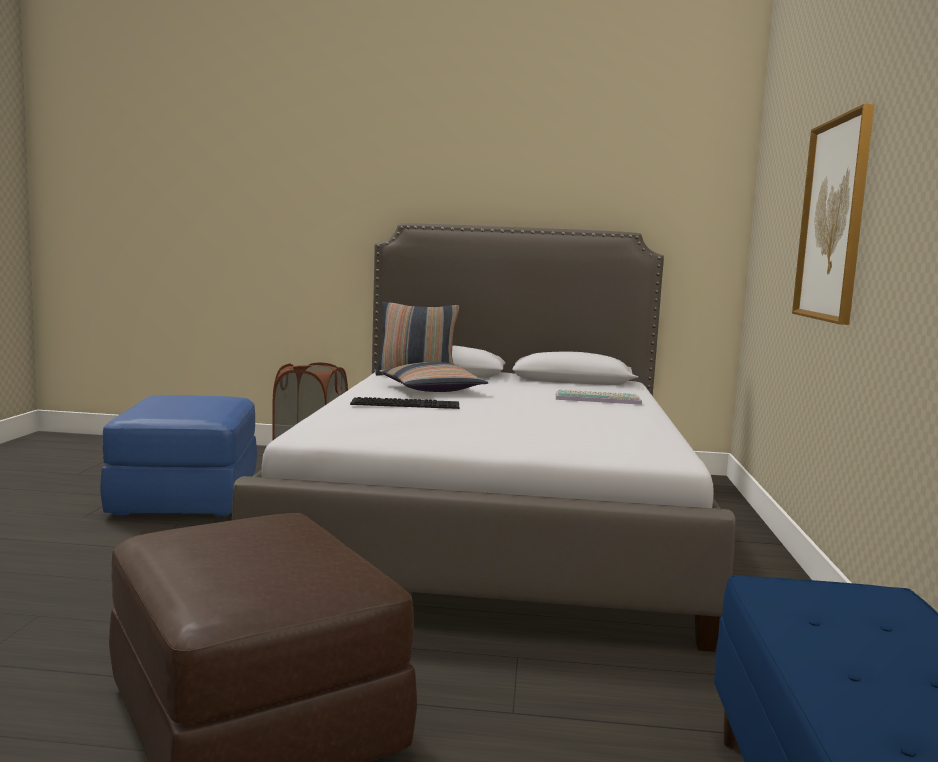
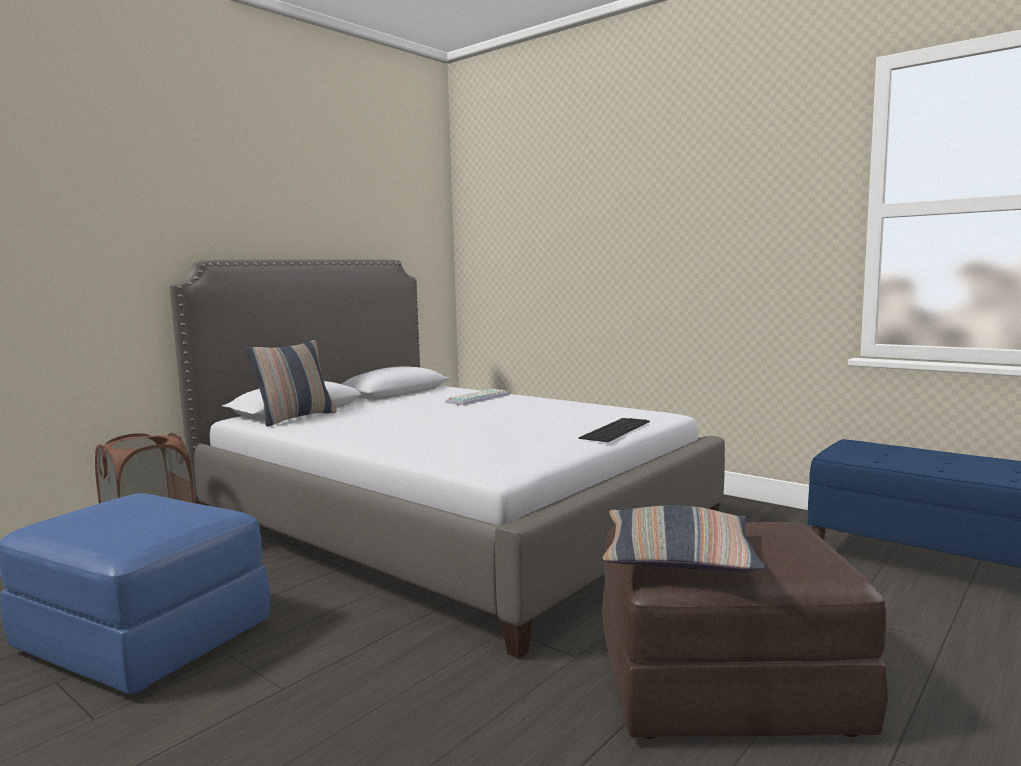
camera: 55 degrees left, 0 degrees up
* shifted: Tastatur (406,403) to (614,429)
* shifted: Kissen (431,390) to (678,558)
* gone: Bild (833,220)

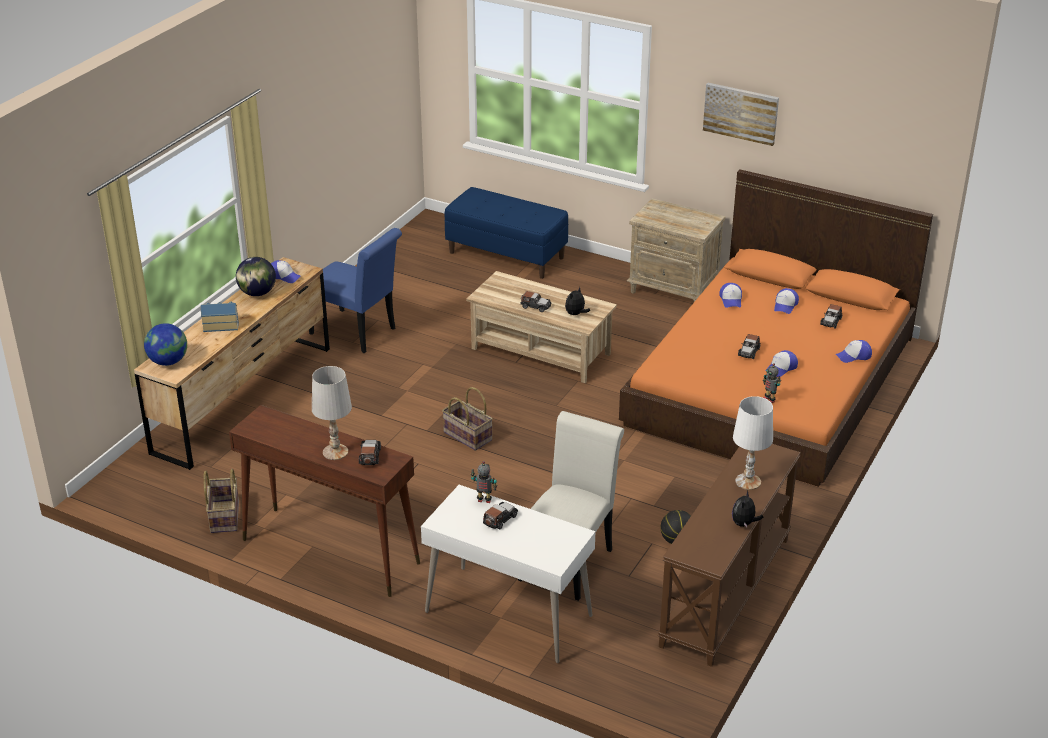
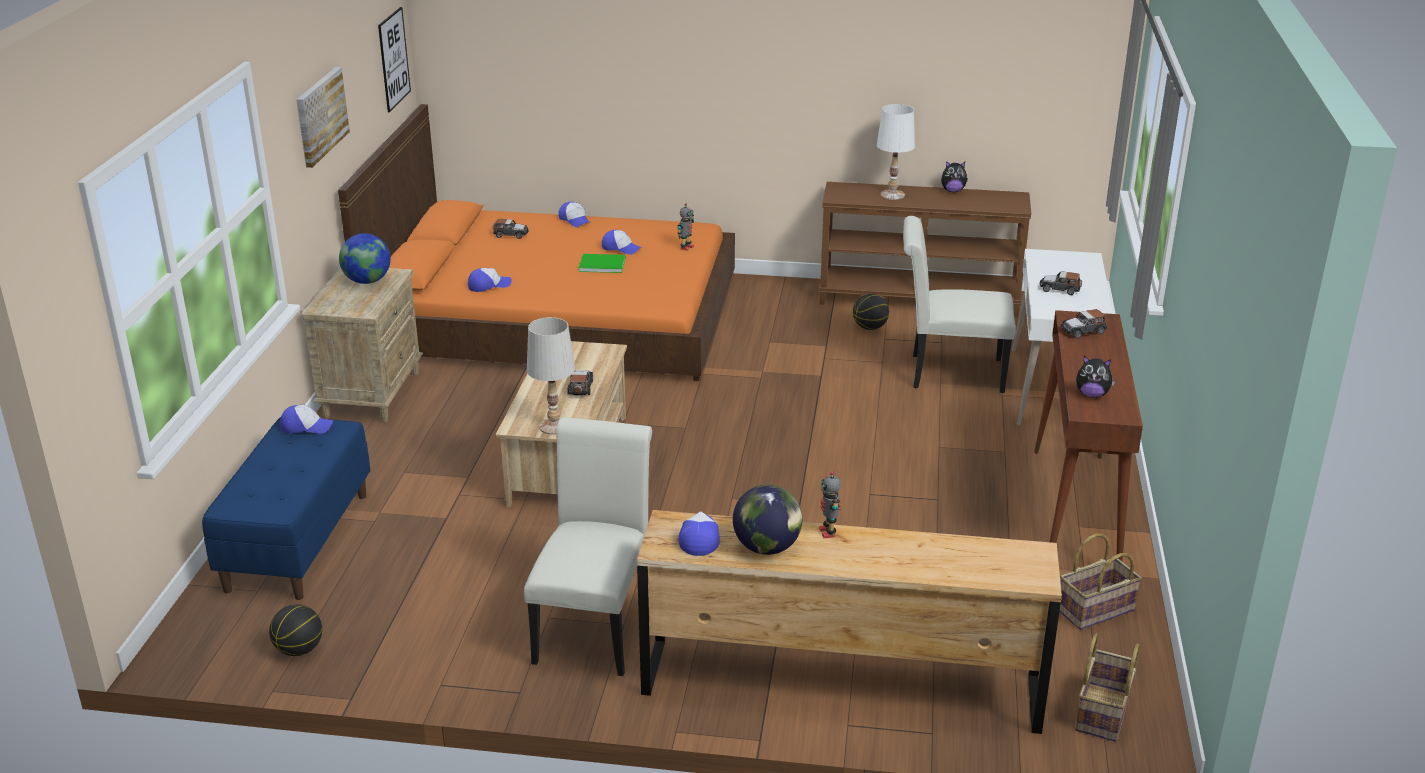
camera: 110 degrees left, 5 degrees down
* new: Basketball (299,650)
* shifted: Kappe (785,305) to (306,426)
* shifted: Globus (168,362) to (367,281)
* new: Bild (394,59)
* repainted: Stuhl/blau (357,333) to Stuhl/weiß (595,626)
* shifted: Tischlampe/weiß (335,452) to (554,426)
* swapped: Spielzeugauto (749,352) to Buch/grün (601,264)
* shifted: Spielzeugroboter (484,500) to (828,532)
* shifted: Korb (467,436) to (1104,713)
* shifted: Plüschtier (576,314) to (1092,395)
* gone: Spielzeughaus (220,325)

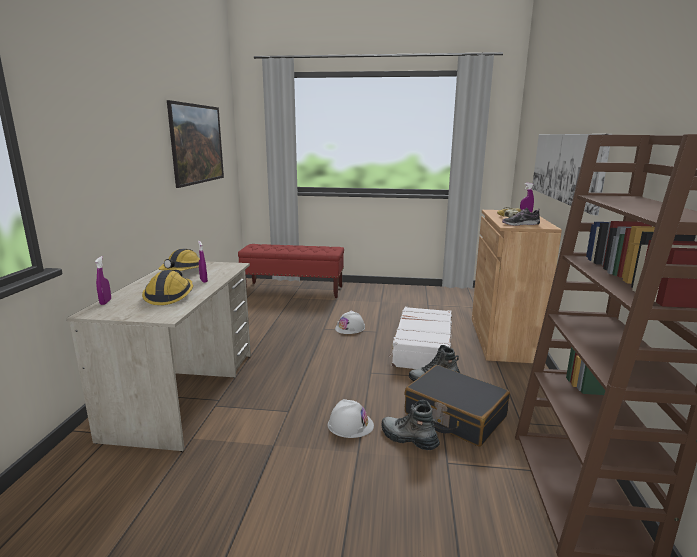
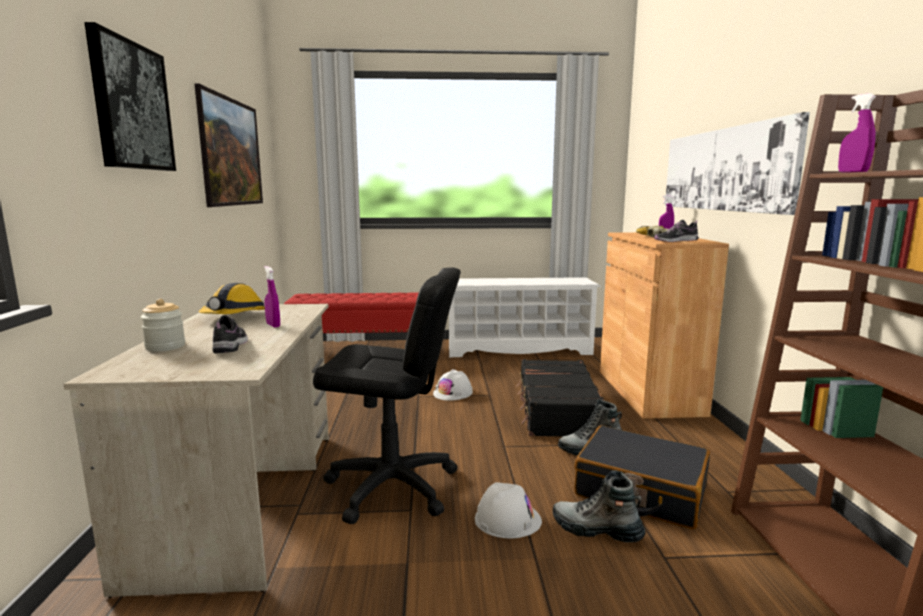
camera: 10 degrees left, 5 degrees down
* new: Bild (131,106)
* new: Vorratsglas (165,347)
* swapped: Schutzhelm (170,296) to Schuh (230,345)
* new: Bürostuhl/schwarz (392,487)
* new: Schuhregal/weiß (518,349)
* repainted: Koffer/weiß (422,348) to Koffer/schwarz (556,410)
* shifted: Sprühflasche/lila (105,302) to (852,172)

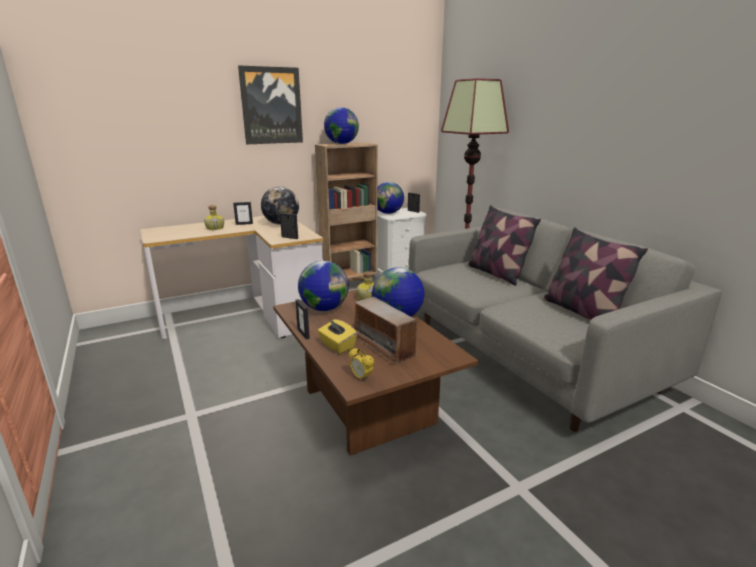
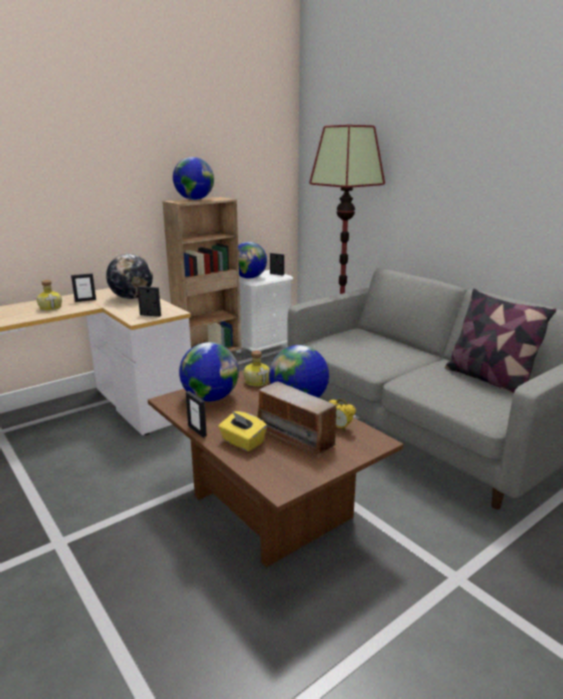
camera: 10 degrees left, 0 degrees up
* shifted: Wecker (361,378) to (340,428)
* gone: Bild (271,106)
* gone: Kissen (496,273)

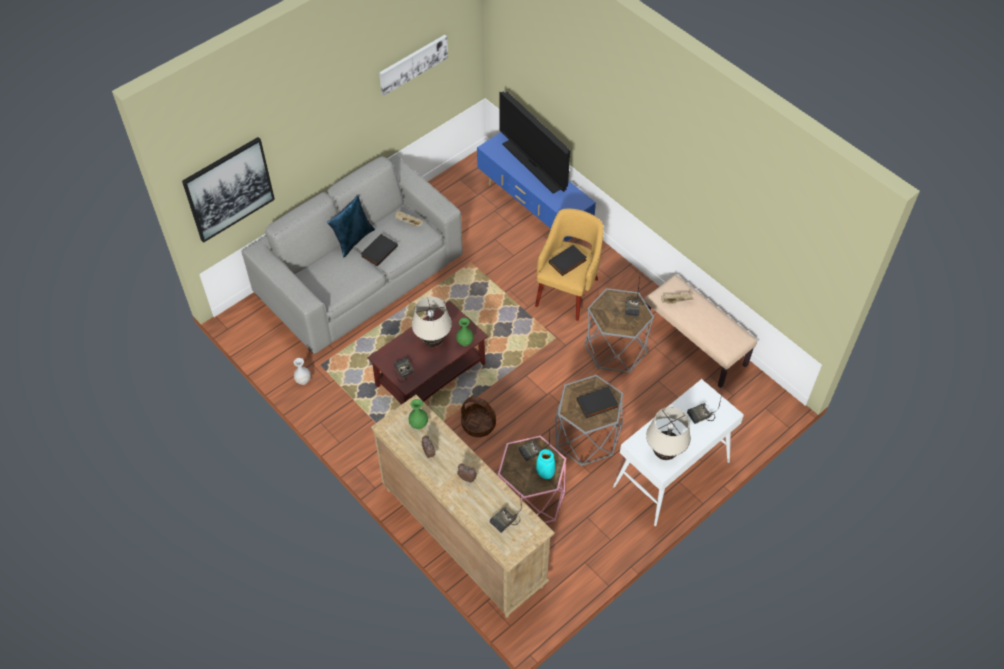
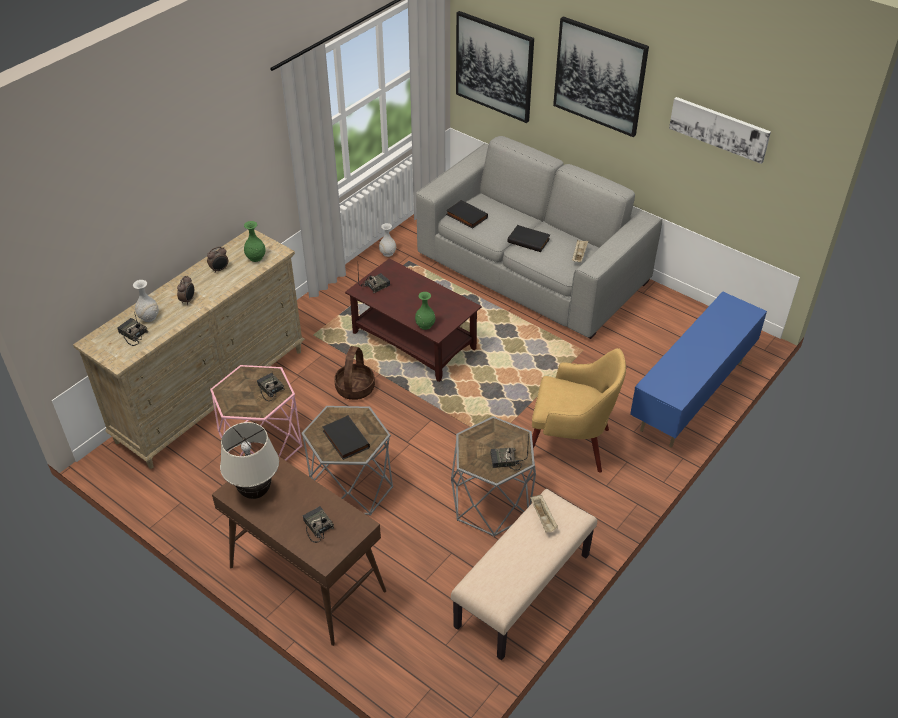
camera: 80 degrees right, 10 degrees down
* new: Vase/weiß (149,317)
* repainted: Konsolentisch/weiß (671,474) to Konsolentisch/braun (306,579)
* shifted: Buch/schwarz (568,262) to (466,216)
* new: Bild (599,76)
* gone: Kissen/blau (353,240)
* gone: Tischlampe/beige (433,342)
* gone: Fernseher (533,165)
* gone: Vase/türkis (545,473)

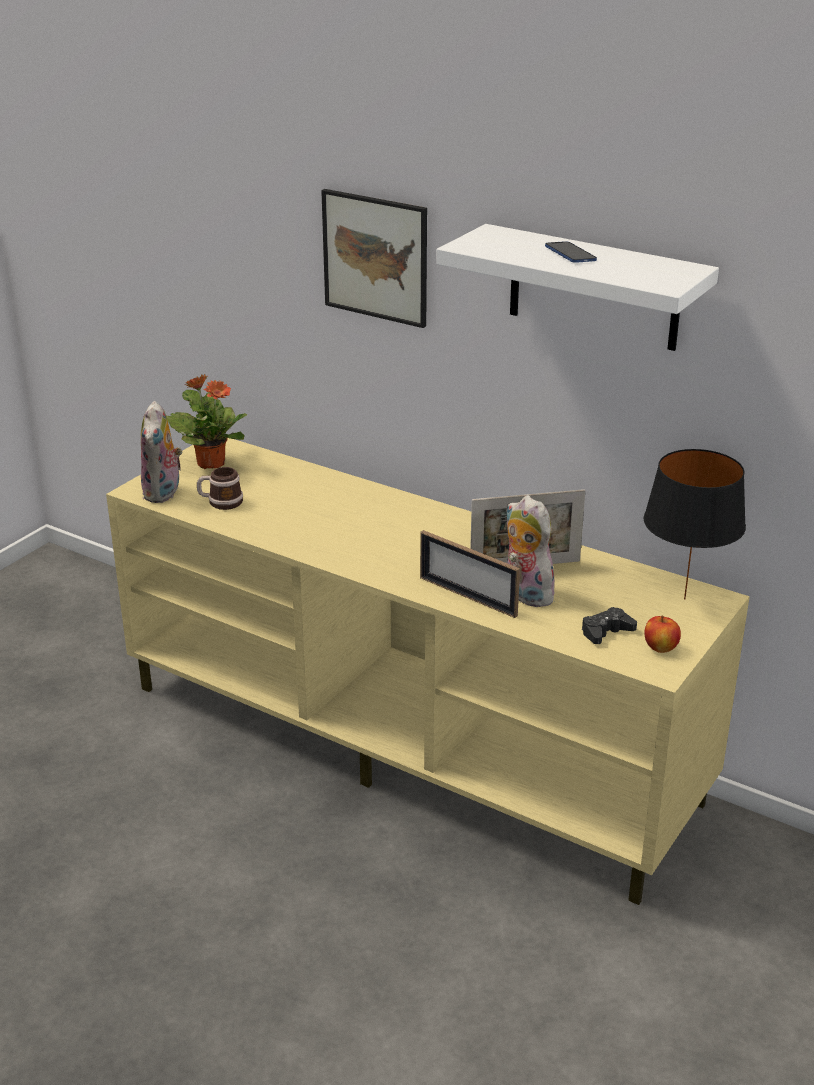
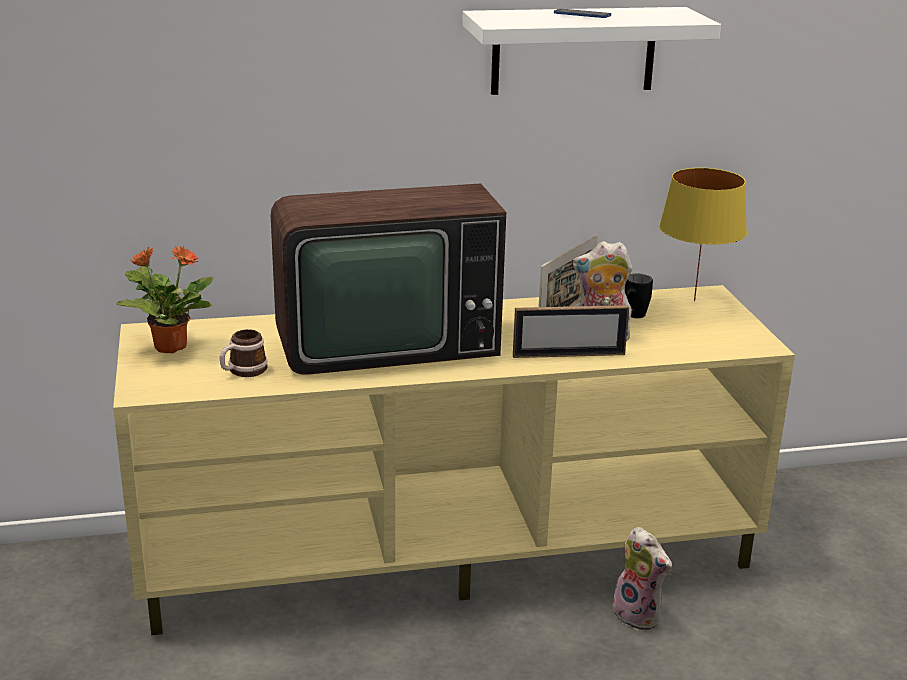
camera: 45 degrees left, 5 degrees down
* new: Fernseher (382,341)
* shifted: Plüschtier (164,493) to (639,615)
* new: Henkelbecher/schwarz (632,316)
* repainted: Tischlampe/schwarz (684,599) to Tischlampe/gelb (694,301)
* gone: Bild (375,257)
* gone: Gamepad/schwarz (606,632)
* gone: Apfel (660,648)

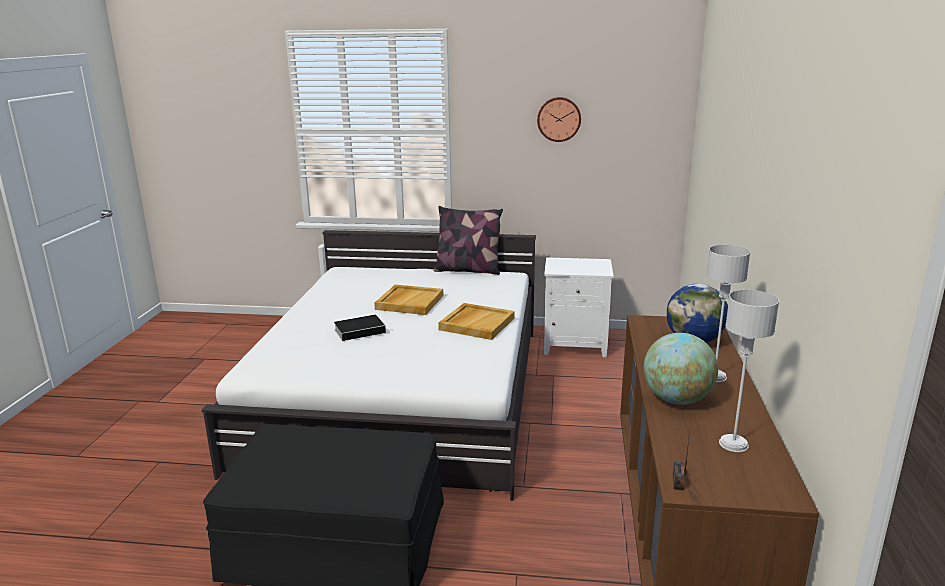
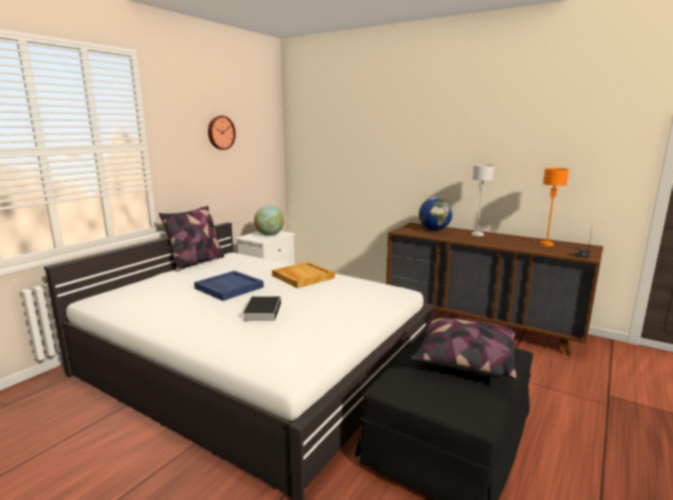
camera: 65 degrees left, 5 degrees down
* repainted: Tablett/beige (409,302) to Tablett/blau (228,287)
* shifted: Globus (677,399) to (269,235)
* new: Kissen (464,361)
* repainted: Tischlampe/grau (733,444) to Tischlampe/orange (546,244)

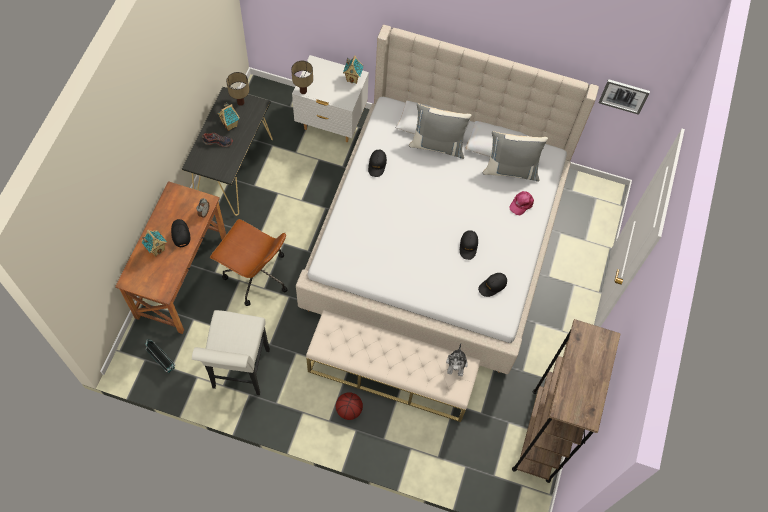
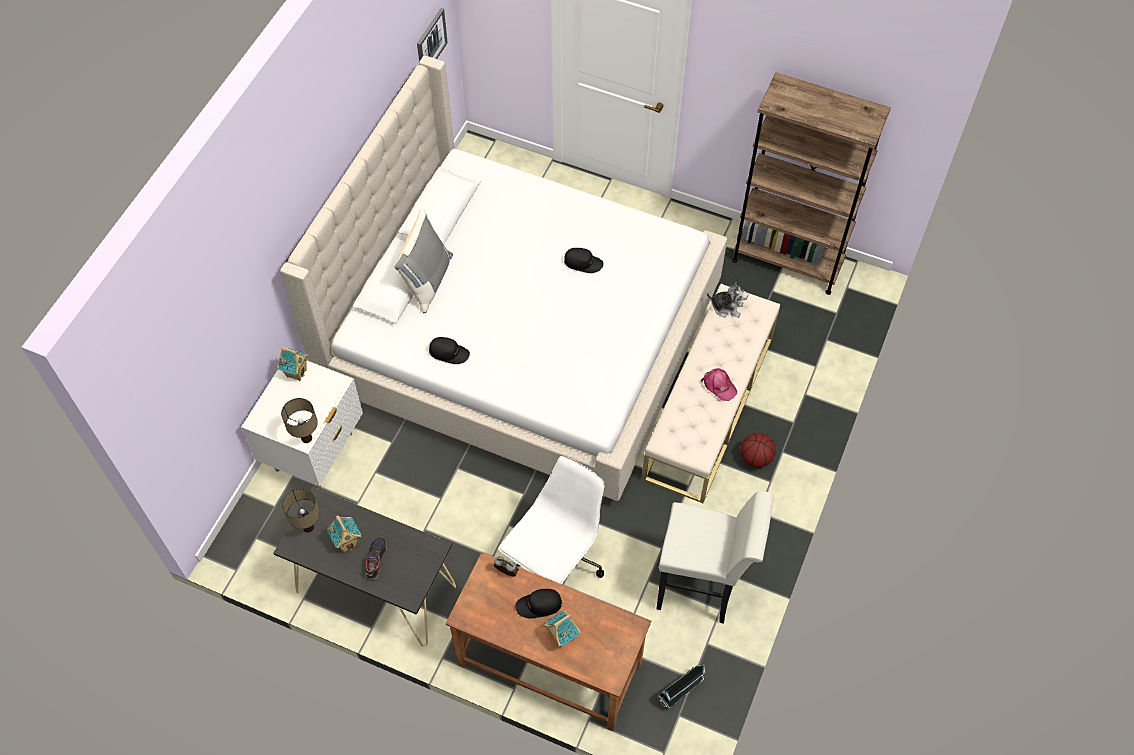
camera: 80 degrees left, 5 degrees down
* repainted: Bürostuhl/braun (255,275) to Bürostuhl/weiß (556,563)
* shifted: Kappe/rosa (521,203) to (719,386)
* gone: Kappe/schwarz (492,286)
* gone: Kissen/grau (511,169)

